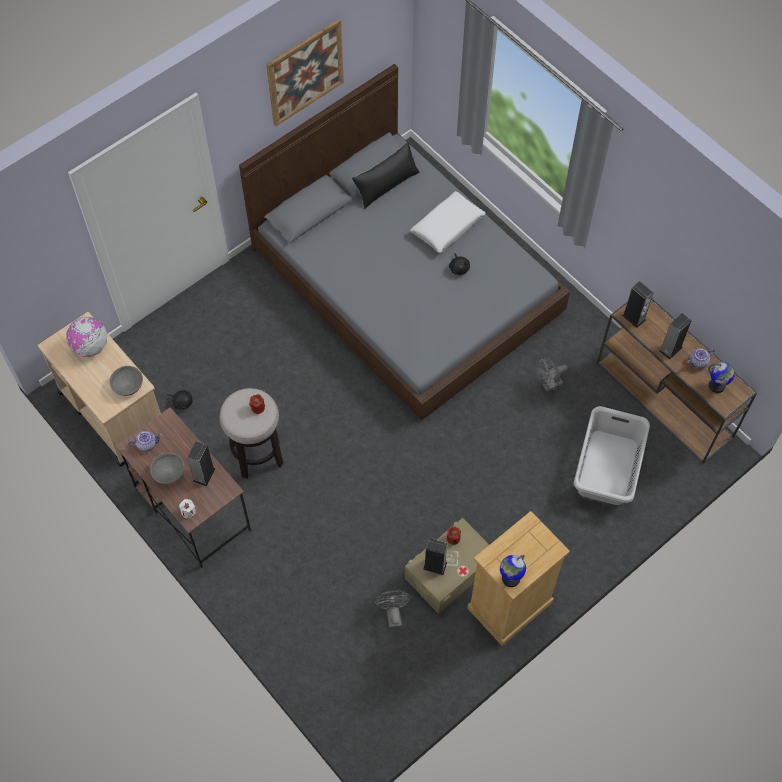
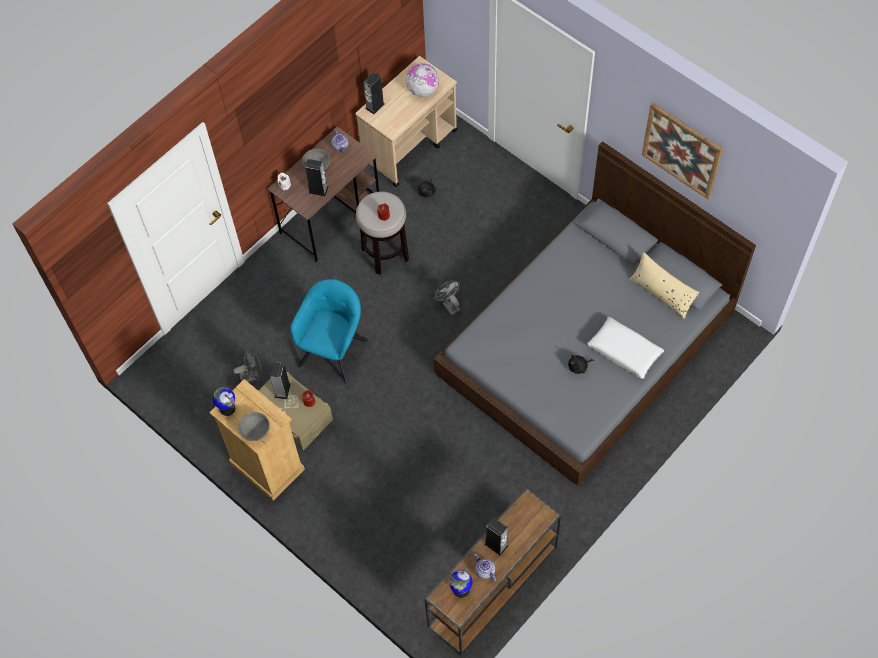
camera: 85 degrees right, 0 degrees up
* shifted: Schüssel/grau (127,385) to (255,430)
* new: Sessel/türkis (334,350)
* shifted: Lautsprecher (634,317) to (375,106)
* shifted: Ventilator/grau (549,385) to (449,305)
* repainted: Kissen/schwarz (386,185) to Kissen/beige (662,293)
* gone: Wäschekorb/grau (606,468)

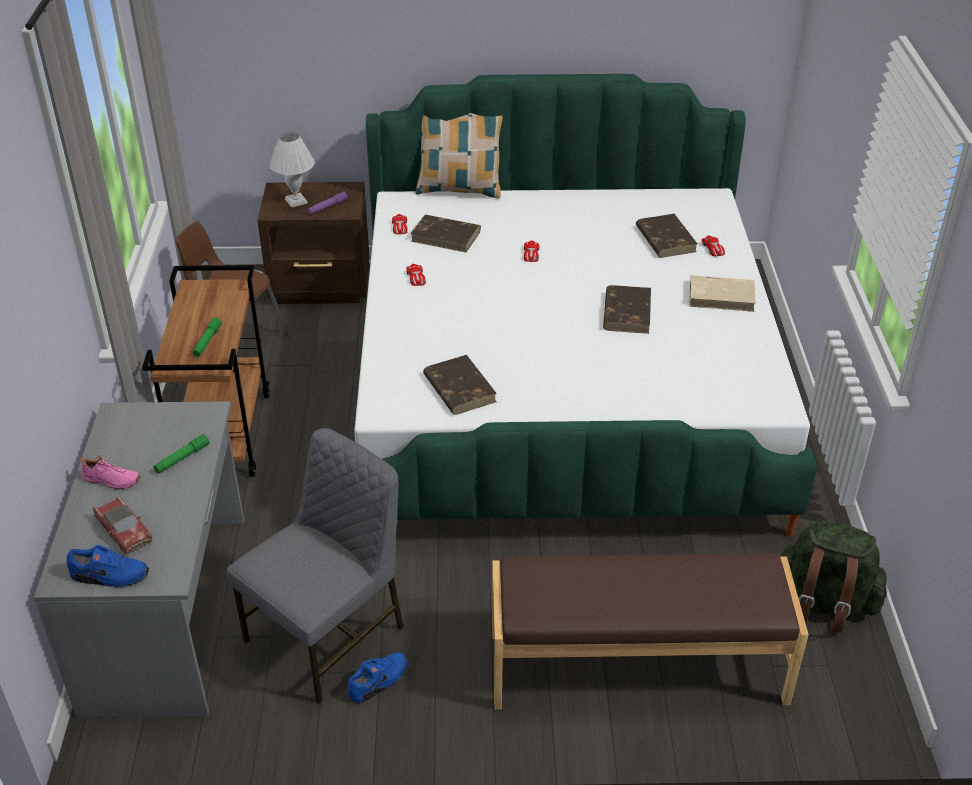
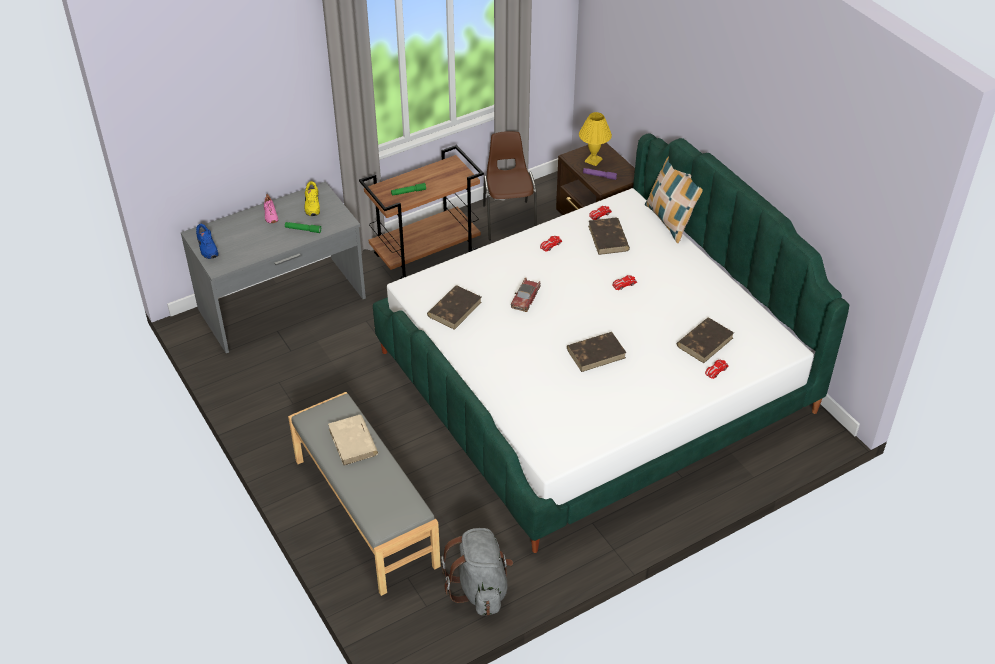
camera: 60 degrees right, 5 degrees up
* repainted: Bank/braun (637,668) to Bank/grau (364,512)
* new: Schuh/gelb (312,205)
* shifted: Buch/beige (722,296) to (353,442)
* repainted: Rucksack/grün (823,603) to Rucksack/grau (480,588)
* shifted: Spielzeugauto (123,530) to (525,298)
* repainted: Tischlampe/weiß (295,201) to Tischlampe/gelb (593,160)
* gone: Stuhl/grau (328,634)
* gone: Schuh/blau (379,682)

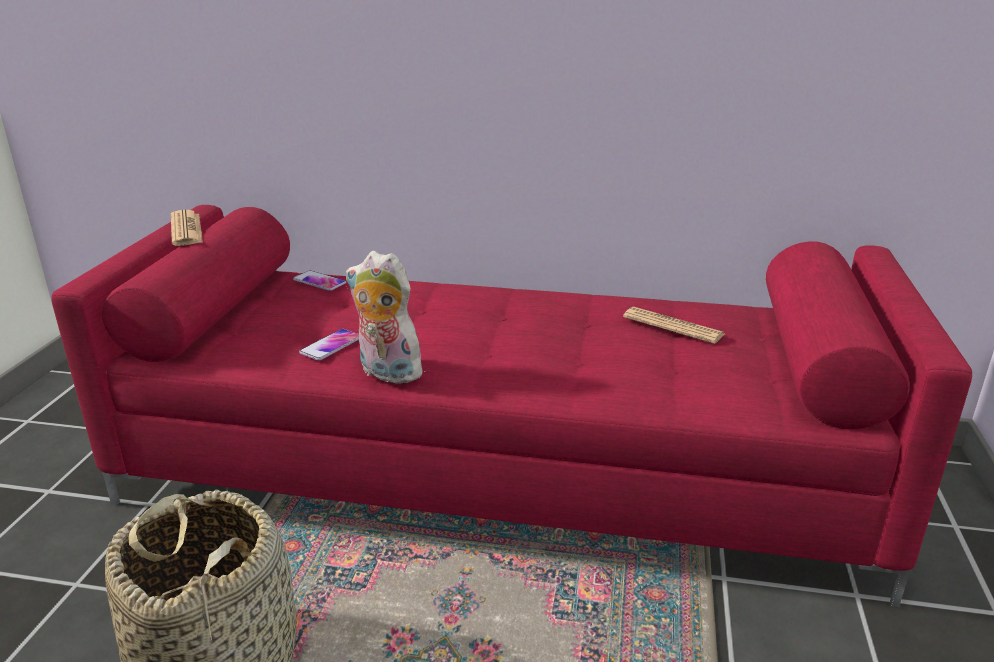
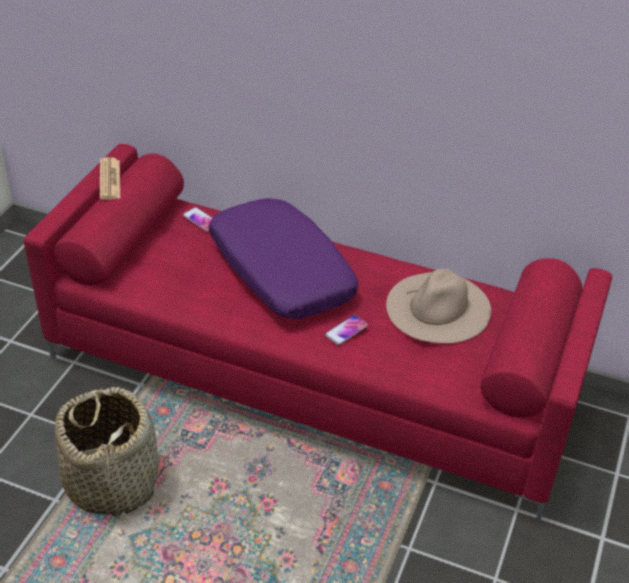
camera: 10 degrees right, 15 degrees up
* new: Kissen/lila (280,271)
* shifted: Handy (331,345) to (346,330)
* swapped: Zeitung (673,326) to Hut/beige (438,307)
* gone: Plüschtier (386,373)

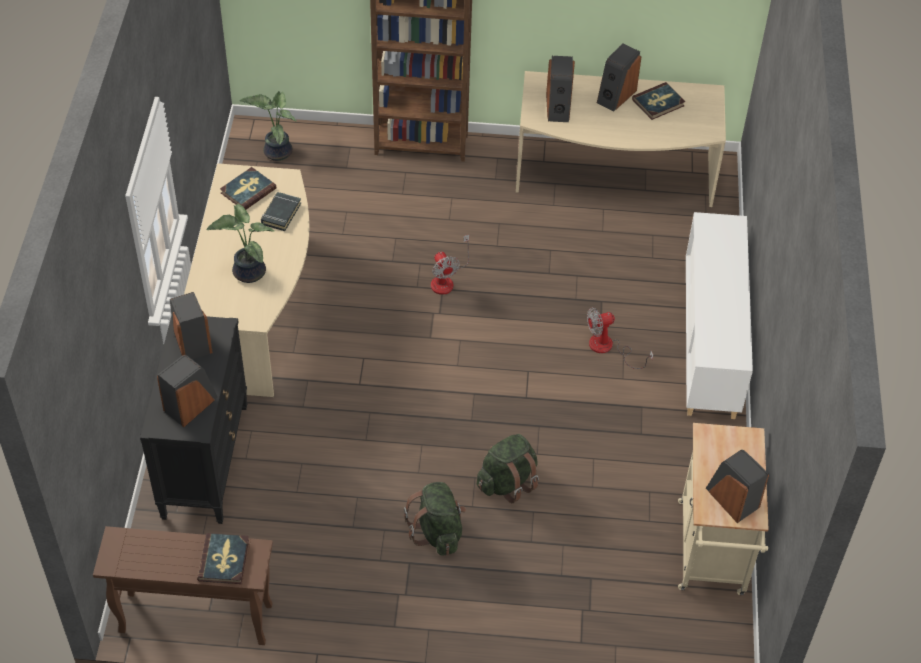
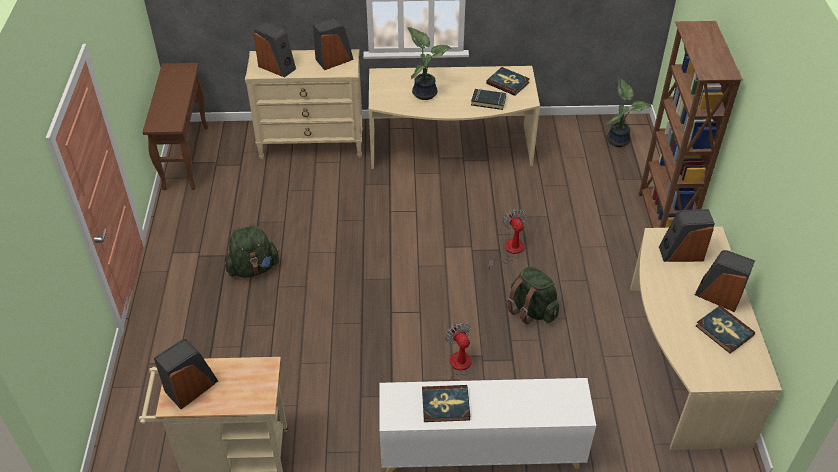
camera: 85 degrees right, 5 degrees down
* repainted: Kommode/schwarz (205,460) to Kommode/beige (312,144)
* shifted: Buch (224,560) to (445,405)
* rotated: Ventilator (446,279) = (510,251) 105 degrees clockwise
* shifted: Rucksack/grün (507,482) to (531,310)

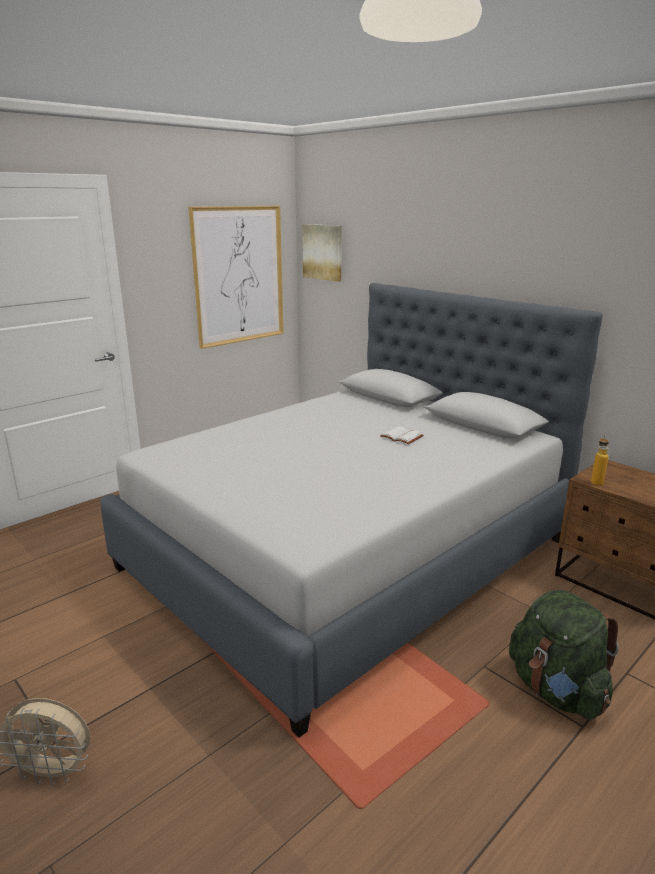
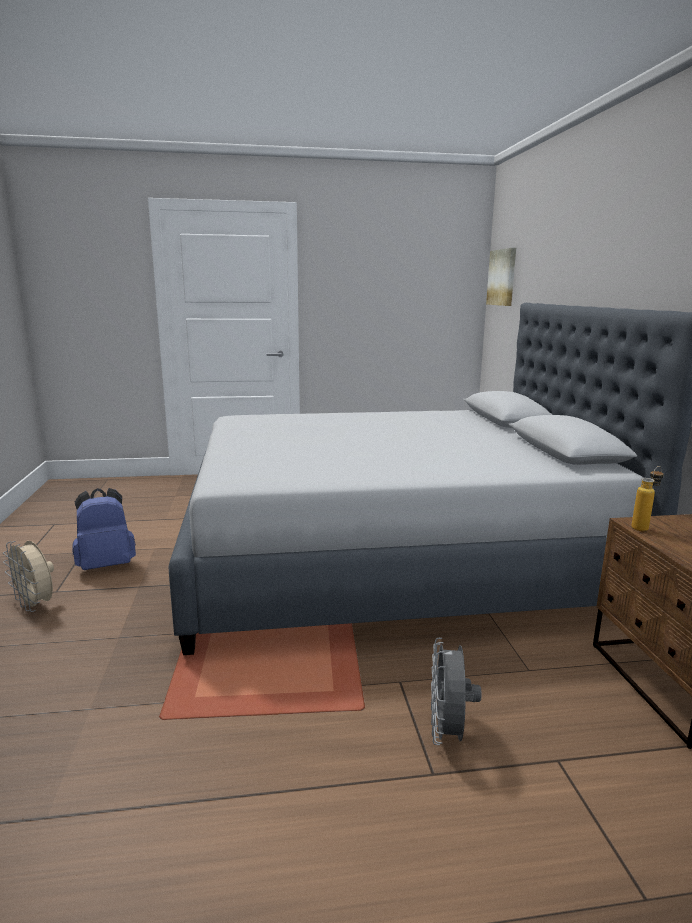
camera: 35 degrees right, 5 degrees down
* new: Rucksack/blau (106,565)
* swapped: Rucksack/grün (556,690) to Ventilator/grau (447,733)
* gone: Bild (239,275)
* gone: Buch/weiß (400,437)

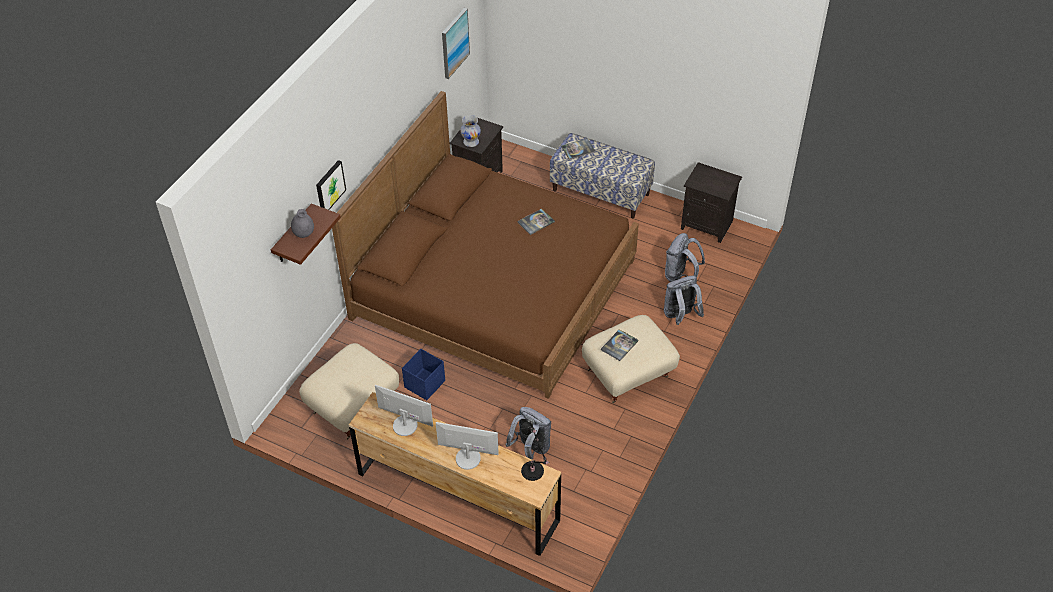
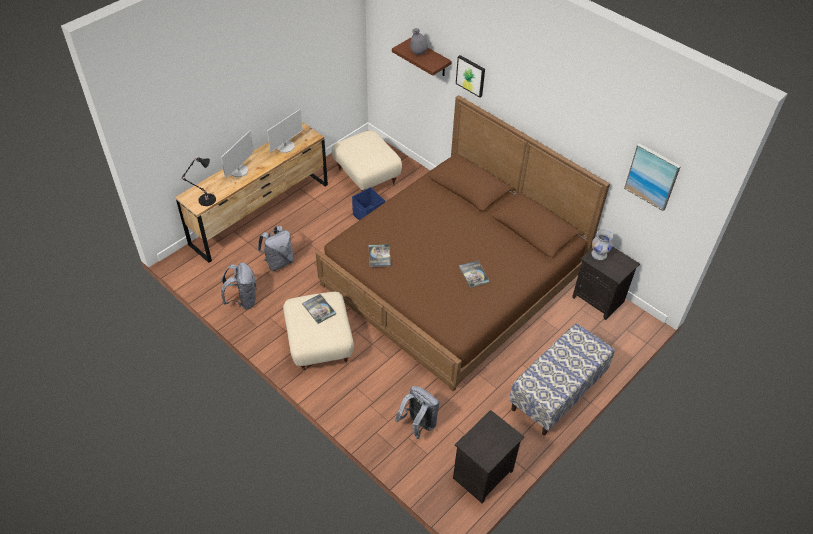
camera: 105 degrees right, 0 degrees up
* shifted: Rucksack/grau (680,316) to (243,300)
* shifted: Buch (578,149) to (379,256)

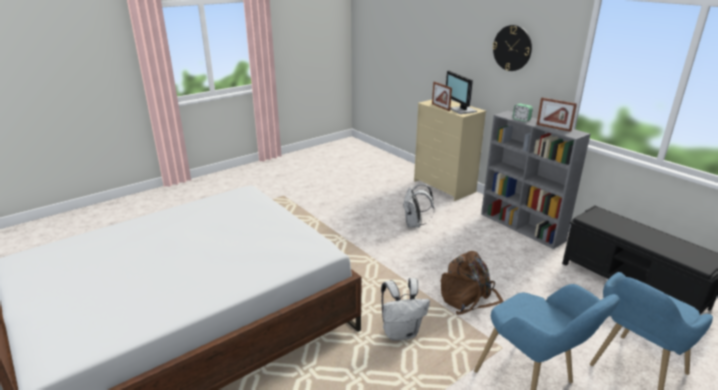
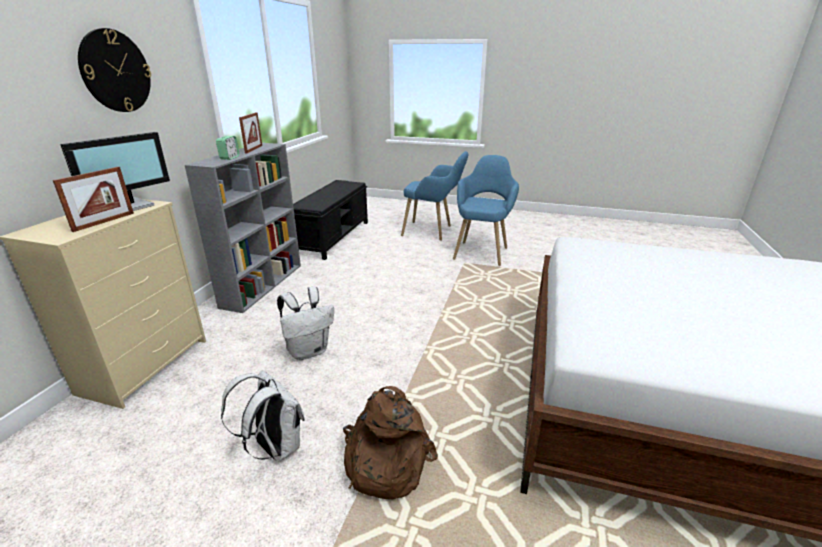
camera: 125 degrees left, 0 degrees up
* shifted: Rucksack/weiß (401,332) to (274,447)
* shifted: Rucksack/braun (468,298) to (384,462)

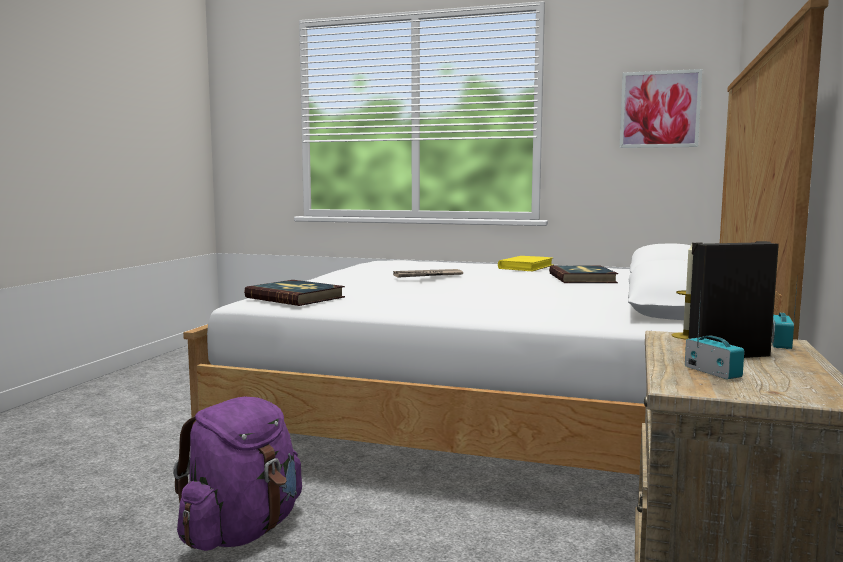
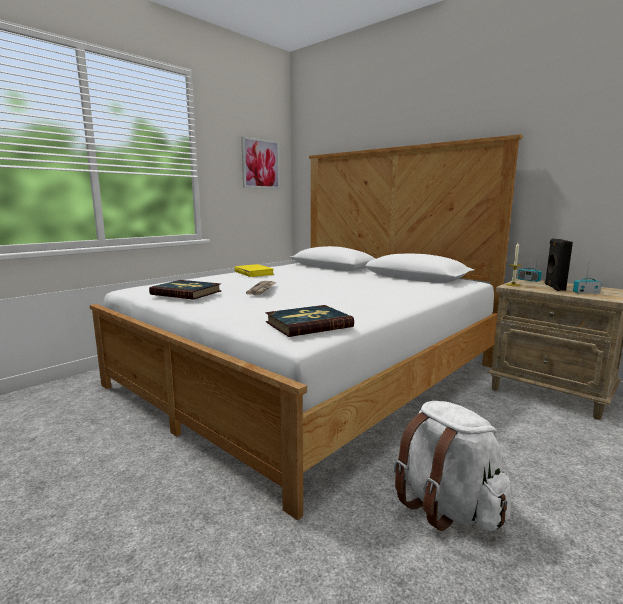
camera: 65 degrees left, 5 degrees up
* shifted: Buch (582,278) to (186,293)
* repainted: Rucksack/lila (242,531) to Rucksack/weiß (447,506)

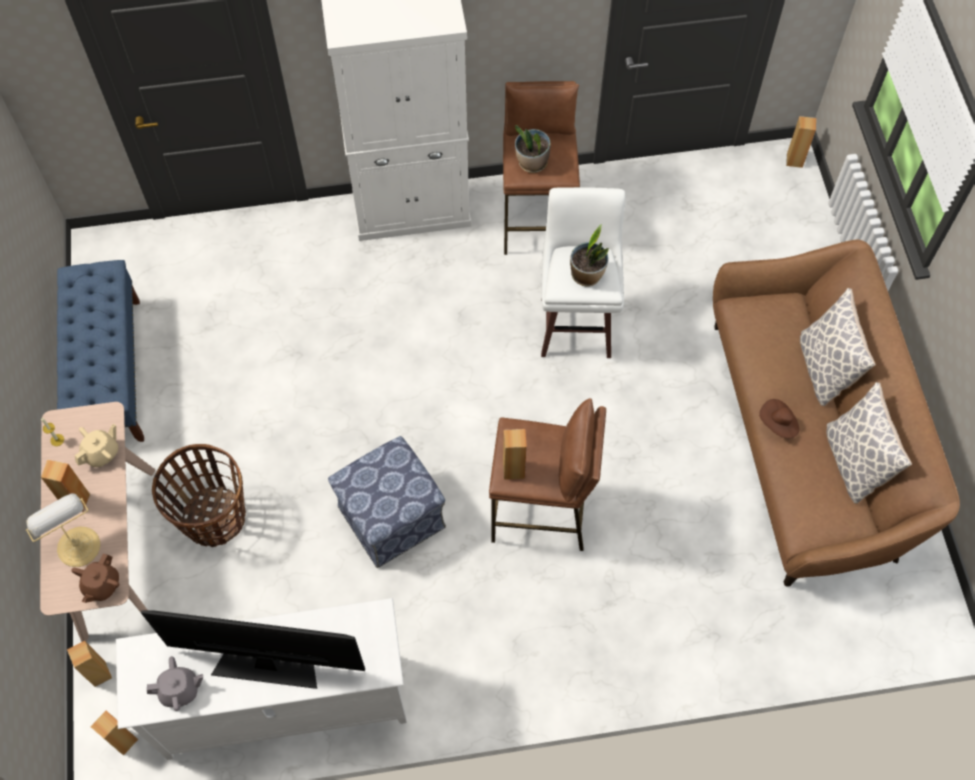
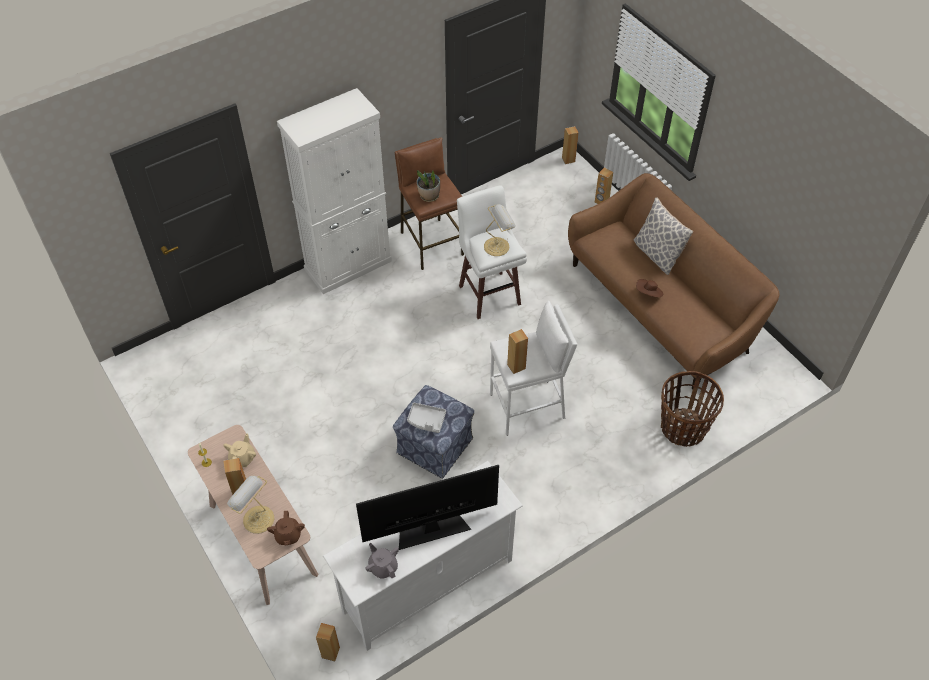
camera: 25 degrees left, 10 degrees down
* rotated: Teekanne/grau (180,690) = (383,567) 90 degrees counterclockwise
* new: Tablett/grau (426,420)
* swapped: Topfpflanze (587,275) to Tischlampe (498,246)
* repainted: Hocker/braun (541,513) to Hocker/weiß (527,407)
* shifted: Lautsprecher/braun (99,674) to (601,202)
* shifted: Korb (213,517) to (682,428)
* gone: Bank/blau (111,372)
* gone: Kissen (854,461)

